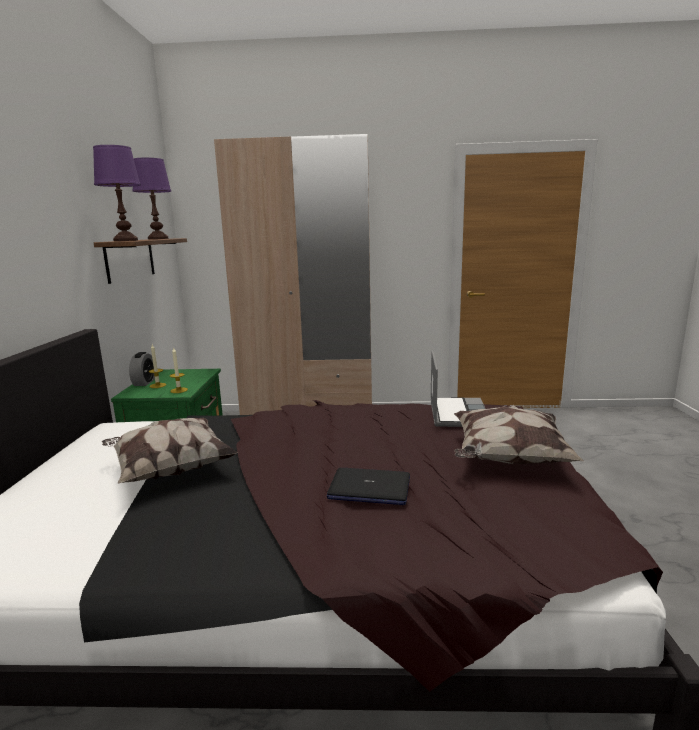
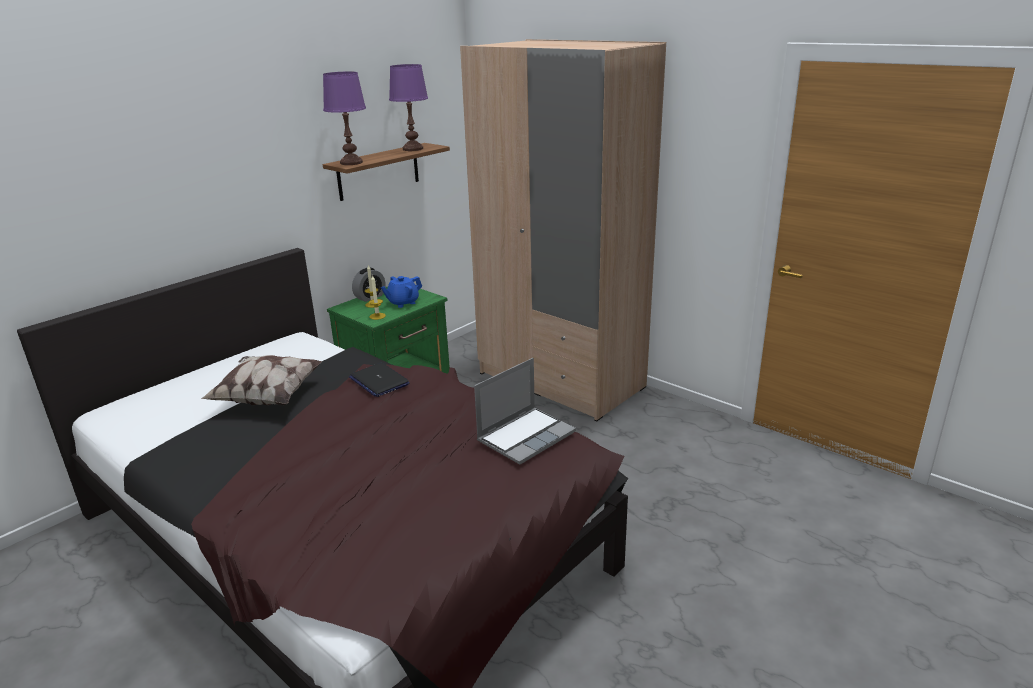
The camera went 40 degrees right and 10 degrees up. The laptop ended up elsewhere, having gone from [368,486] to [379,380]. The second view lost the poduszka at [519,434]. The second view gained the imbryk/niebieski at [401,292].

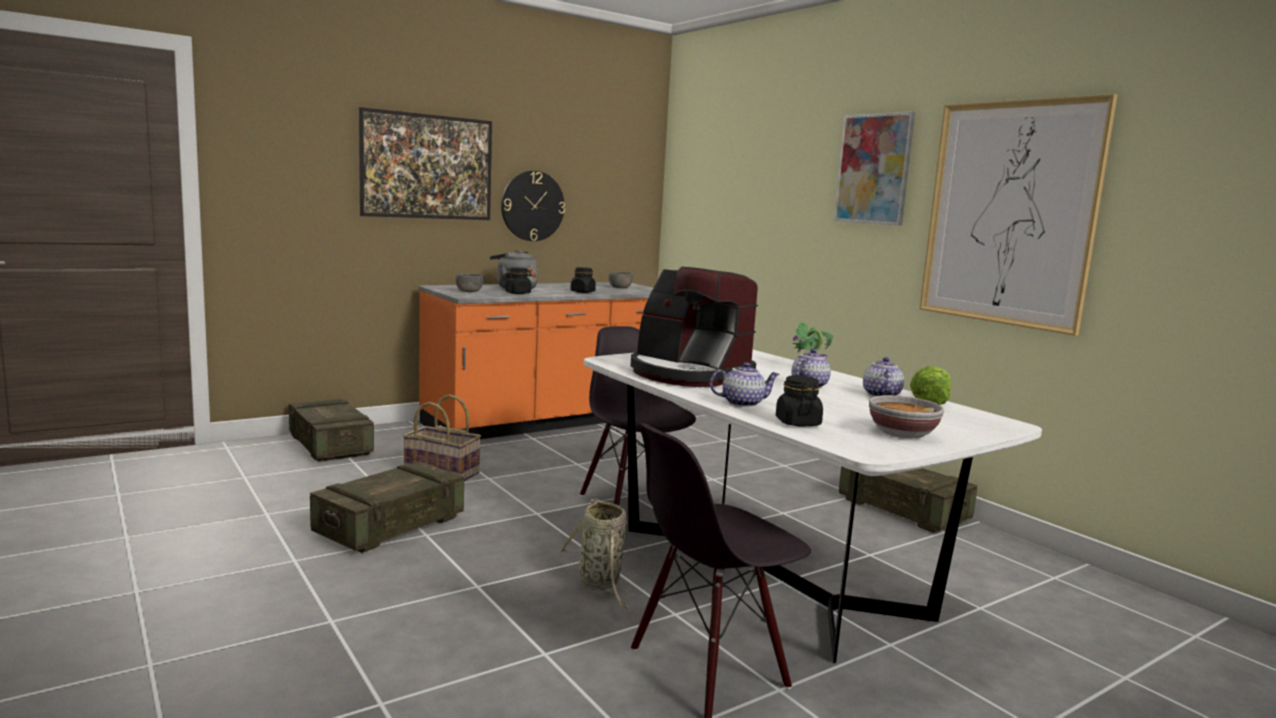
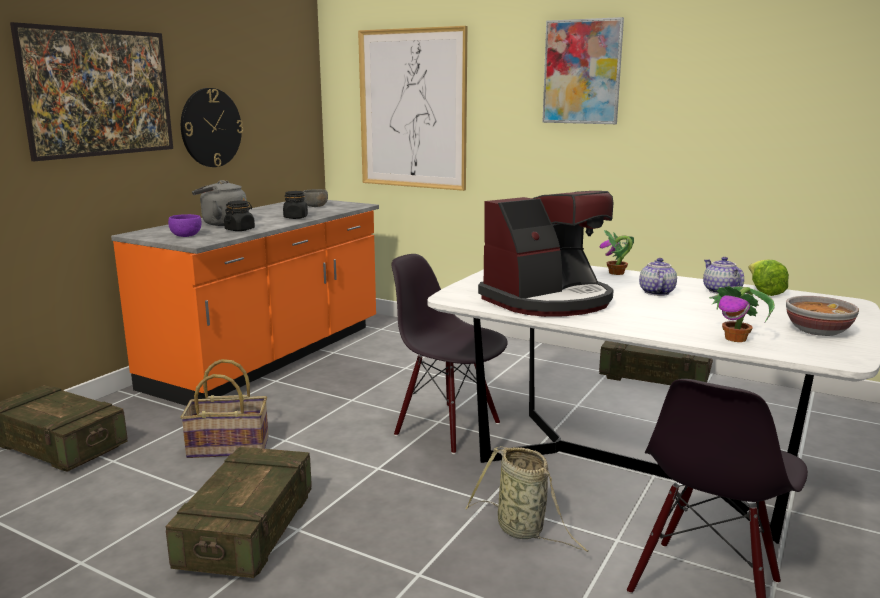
The camera went 25 degrees left and 5 degrees up. What was the miska/szary at [469,282] turned into the miska/fioletowy at [184,225]. The ekspres do kawy at [694,327] ended up facing another way, 45 degrees counterclockwise from before. The second view lost the imbryk at [745,384]. Where the słoik/czarny stood at [799,401], the roślina doniczkowa came to stand at [742,314]. The obraz ended up elsewhere, having gone from [1018,215] to [413,108].

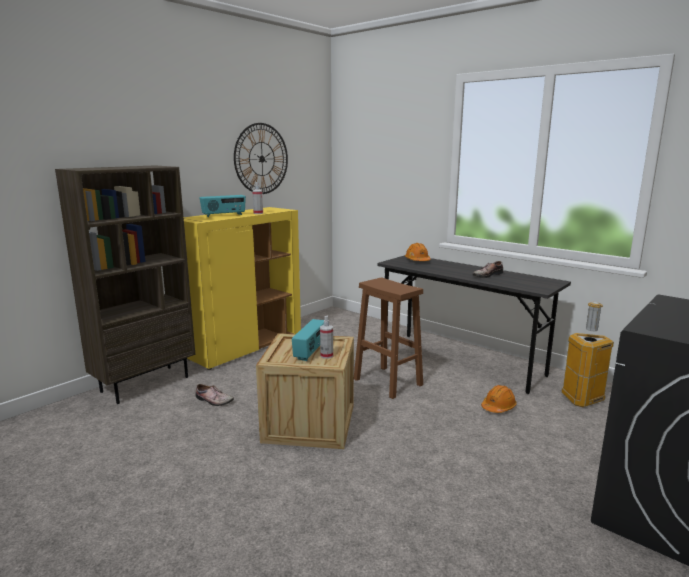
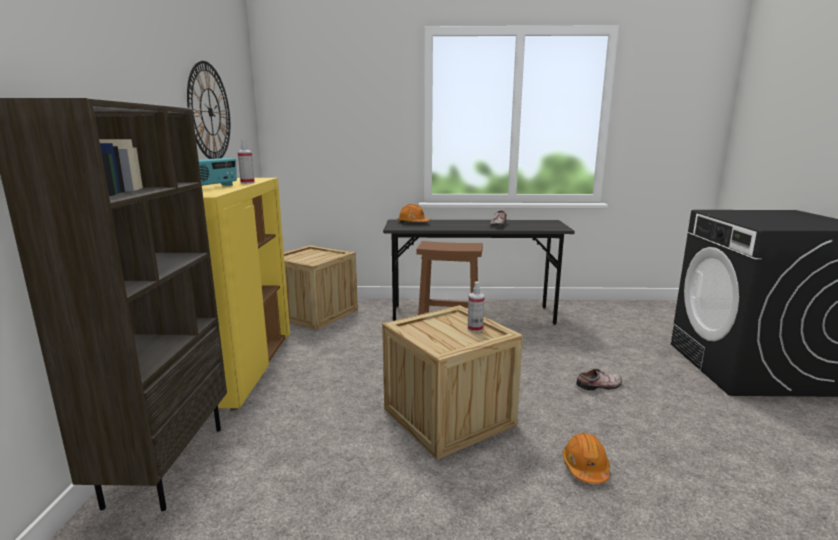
The camera went 40 degrees left and 0 degrees up. The but ended up elsewhere, having gone from [214,395] to [599,379]. The second view lost the radio at [308,340]. The kask/pomarańczowy ended up elsewhere, having gone from [499,399] to [586,458]. The second view lost the kosz na śmieci at [587,354]. The second view gained the skrzynka at [321,287].

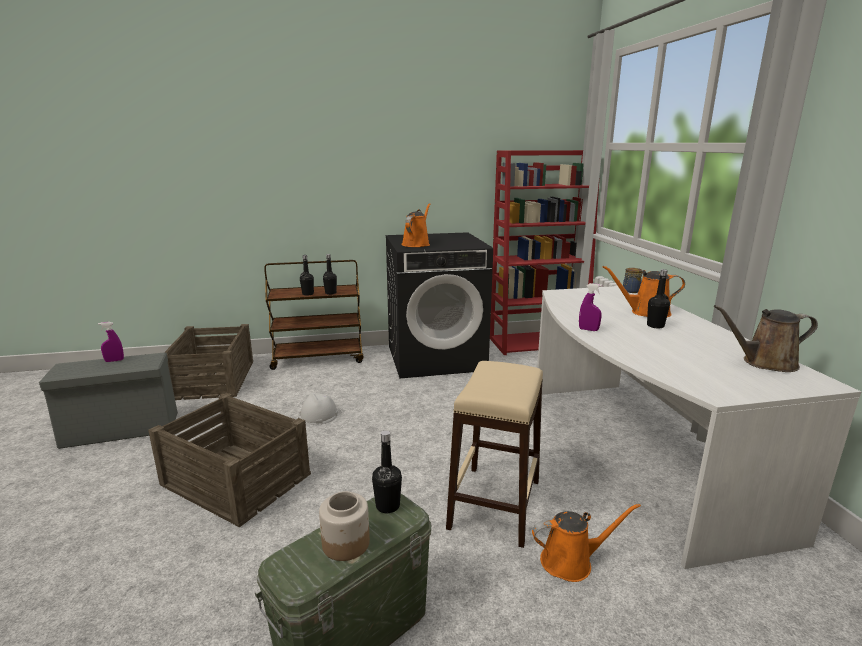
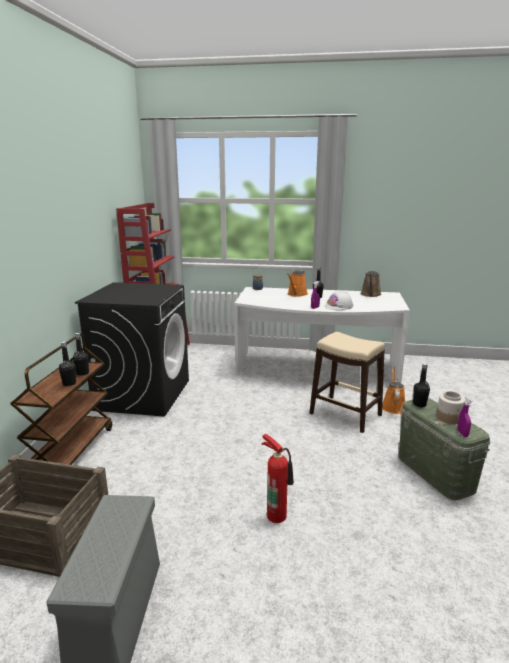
The camera went 70 degrees left and 0 degrees up. The spryskiwacz/fioletowy ended up elsewhere, having gone from [111,342] to [465,416]. Where the skrzynka stood at [229,460], the gaśnica came to stand at [277,478]. The kask/biały ended up elsewhere, having gone from [318,408] to [339,300]. The second view lost the konewka/pomarańczowy at [415,225].

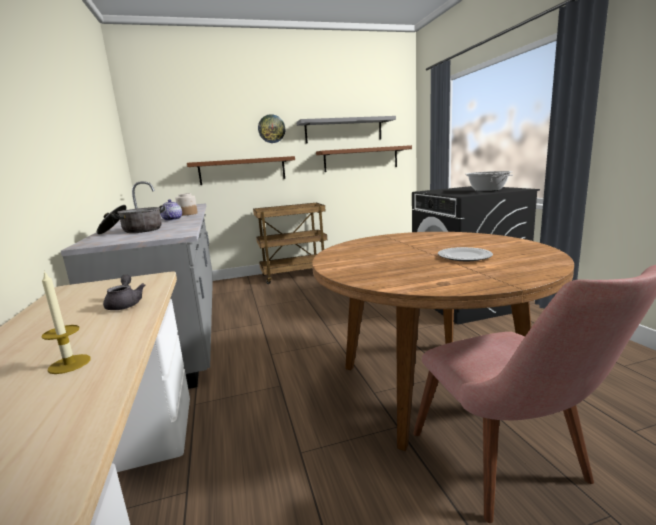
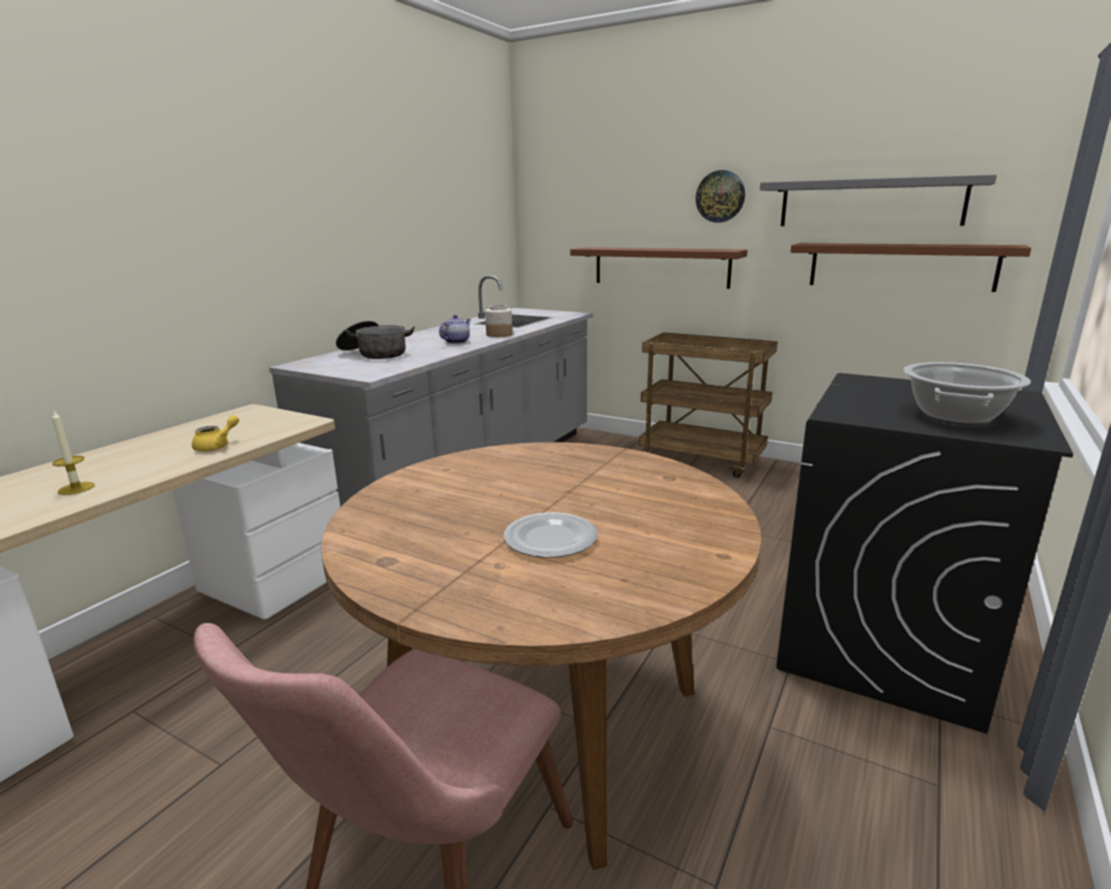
The camera went 45 degrees right and 5 degrees up. What was the imbryk/szary at [124,292] turned into the imbryk/żółty at [215,433].

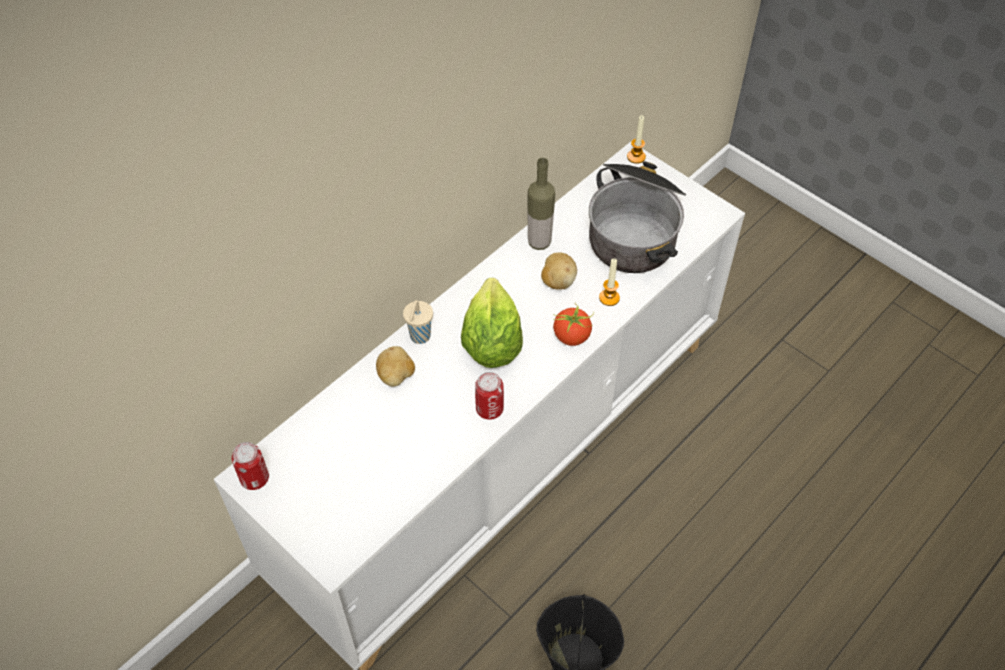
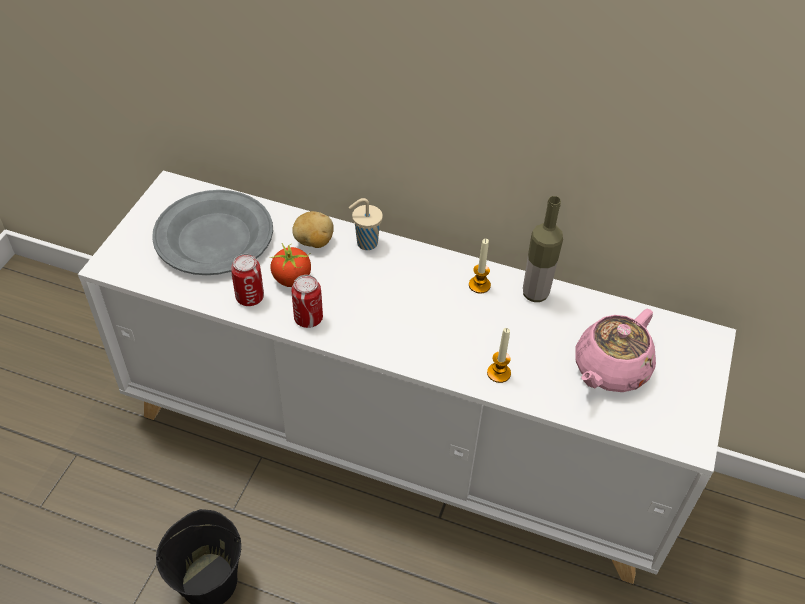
The camera went 65 degrees right and 5 degrees down. The puszka ended up elsewhere, having gone from [250,466] to [247,280]. The second view lost the sałata at [492,323]. The second view lost the ziemniak at [559,271]. The pomidor ended up elsewhere, having gone from [573,324] to [290,265]. Where the garnek stood at [638,217], the imbryk/różowy came to stand at [615,350]. The świeca ended up elsewhere, having gone from [636,139] to [480,266]. The second view gained the talerz/szary at [212,232].

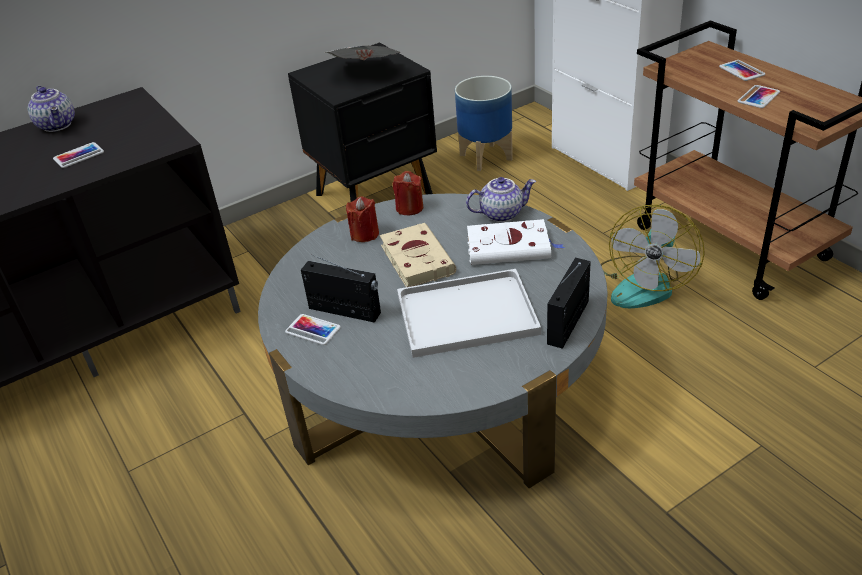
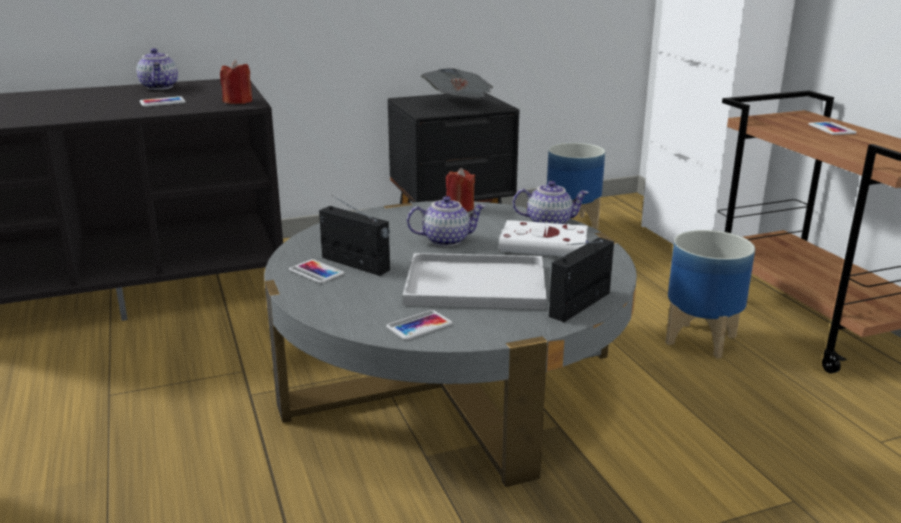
The camera went 10 degrees right and 15 degrees down. The świeca/czerwony ended up elsewhere, having gone from [362,219] to [236,82]. Where the książka/beżowy stood at [418,255], the imbryk came to stand at [446,221]. Where the wentylator stood at [653,256], the donica came to stand at [710,294]. The telefon ended up elsewhere, having gone from [759,96] to [419,325].

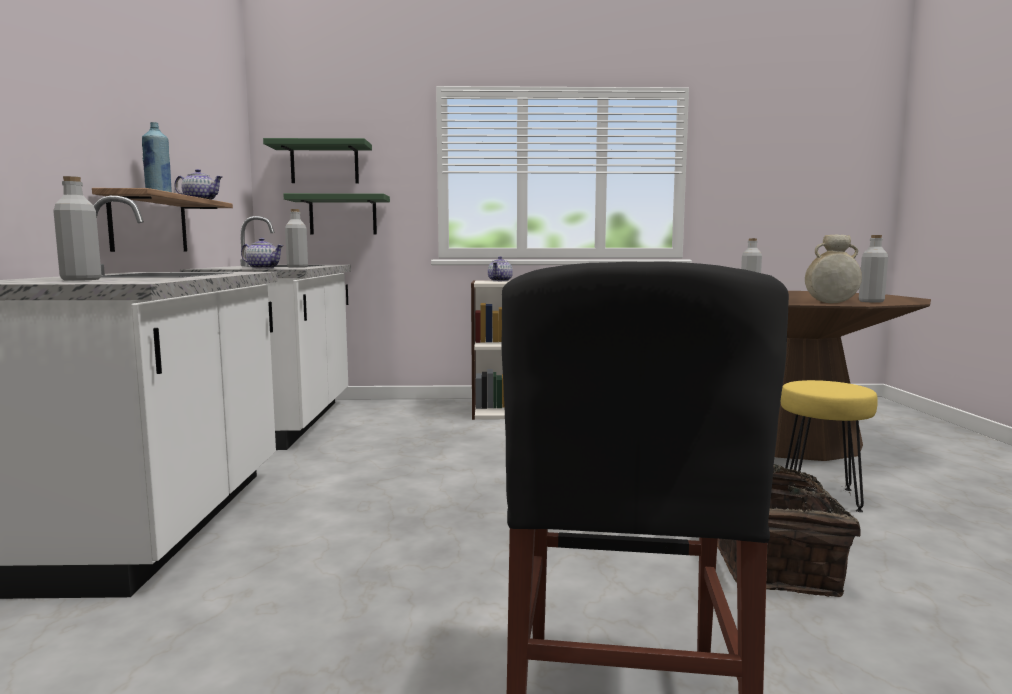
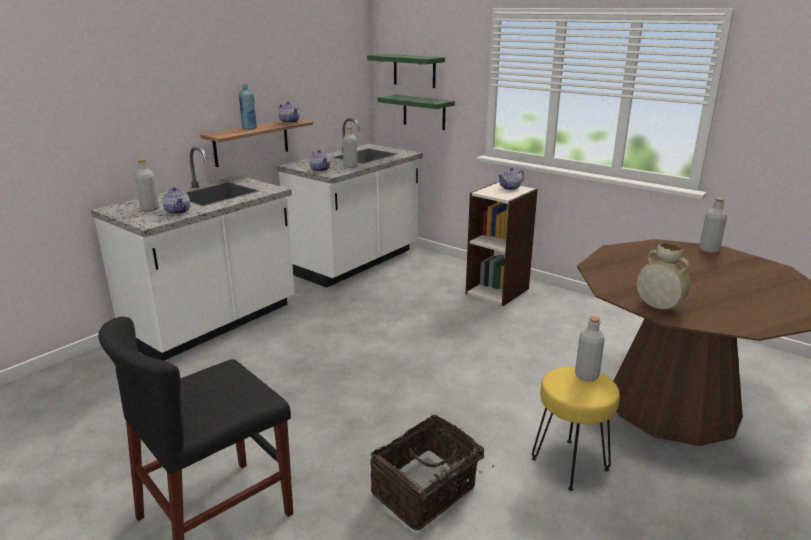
The camera went 40 degrees right and 15 degrees up. The butelka/szary ended up elsewhere, having gone from [873,269] to [590,349]. The second view gained the imbryk at [176,201].

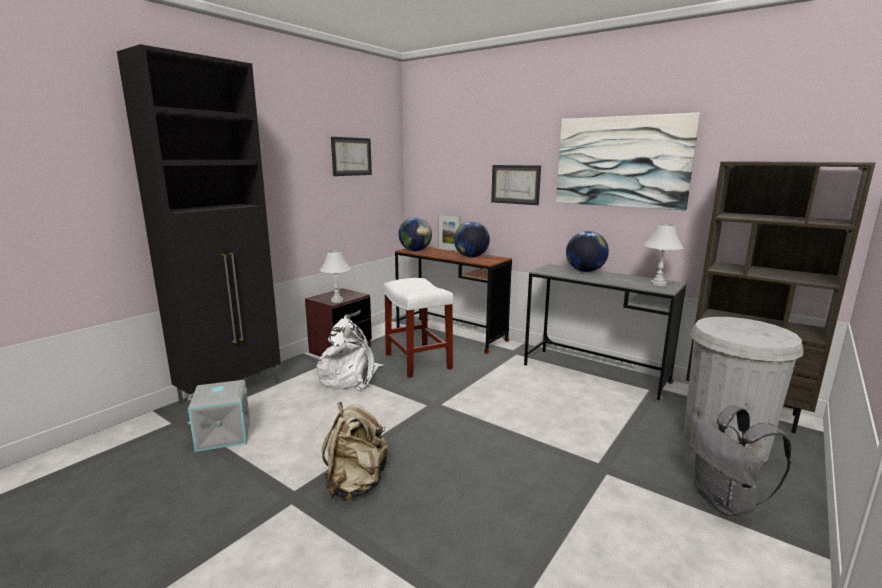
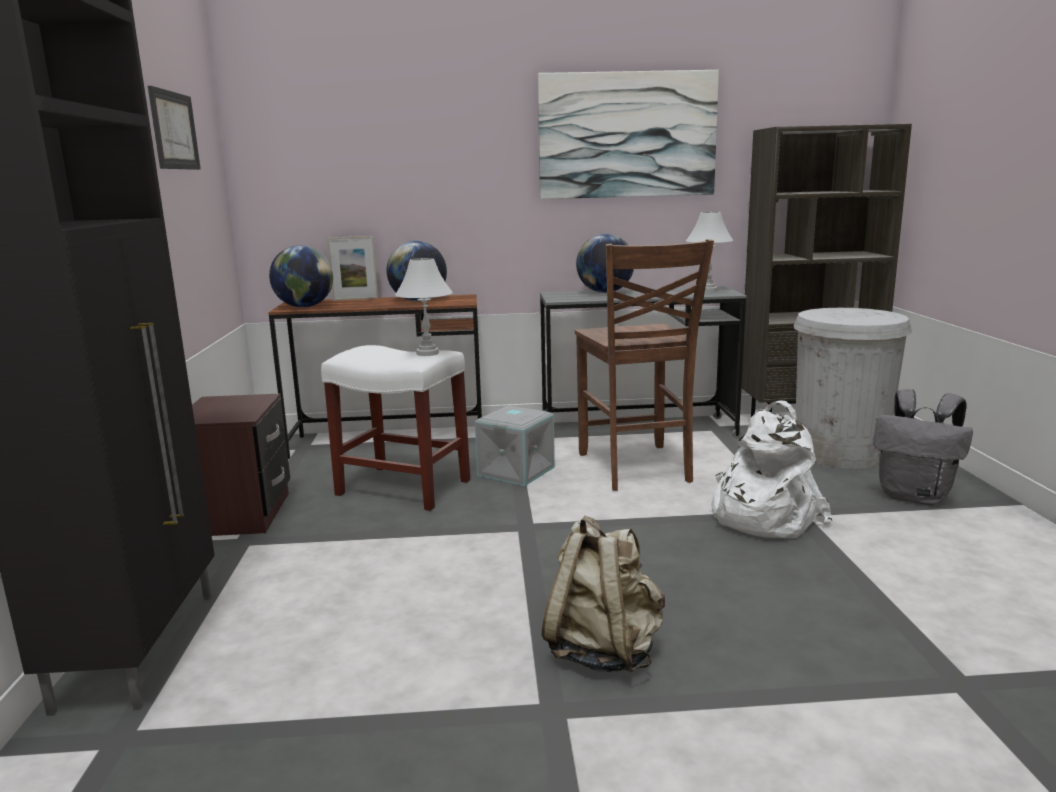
The camera went 40 degrees left and 0 degrees up. The pojemnik do przechowywania/szary ended up elsewhere, having gone from [219,416] to [515,445]. The plecak/biały ended up elsewhere, having gone from [350,353] to [771,469]. The lampa stołowa/biały ended up elsewhere, having gone from [335,276] to [424,307]. The second view lost the obraz at [516,185]. The second view gained the krzesło/brązowy at [644,365].

